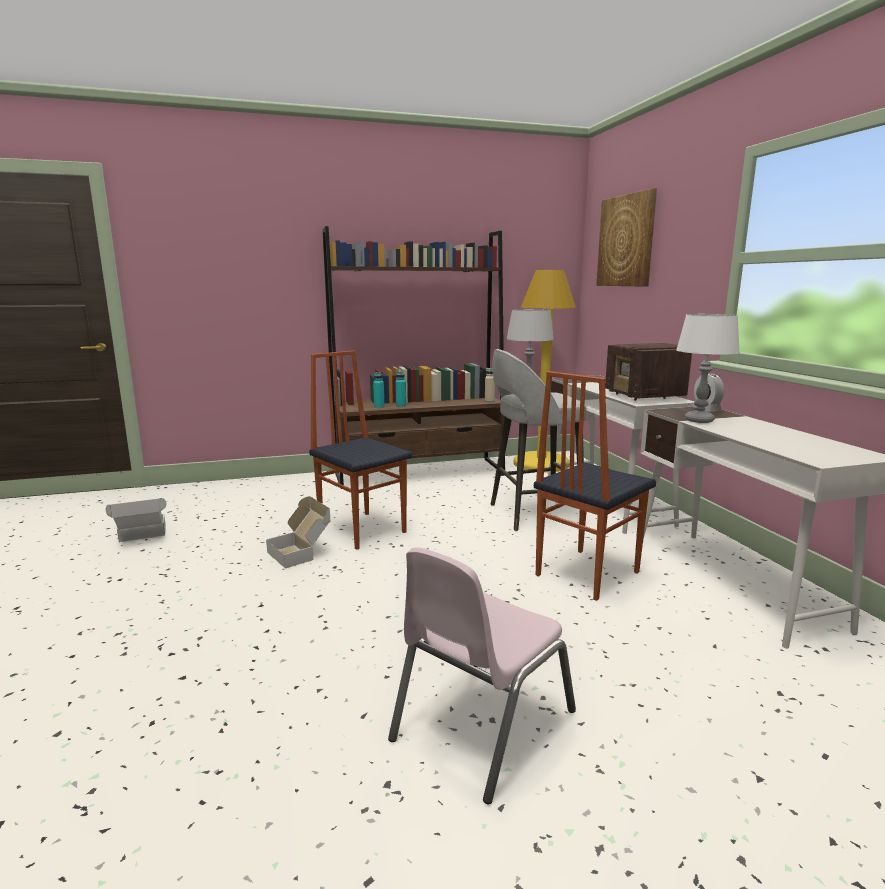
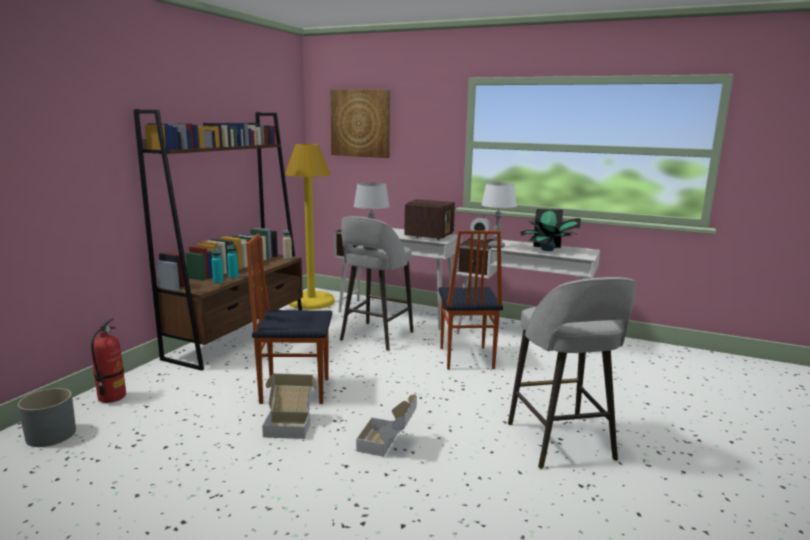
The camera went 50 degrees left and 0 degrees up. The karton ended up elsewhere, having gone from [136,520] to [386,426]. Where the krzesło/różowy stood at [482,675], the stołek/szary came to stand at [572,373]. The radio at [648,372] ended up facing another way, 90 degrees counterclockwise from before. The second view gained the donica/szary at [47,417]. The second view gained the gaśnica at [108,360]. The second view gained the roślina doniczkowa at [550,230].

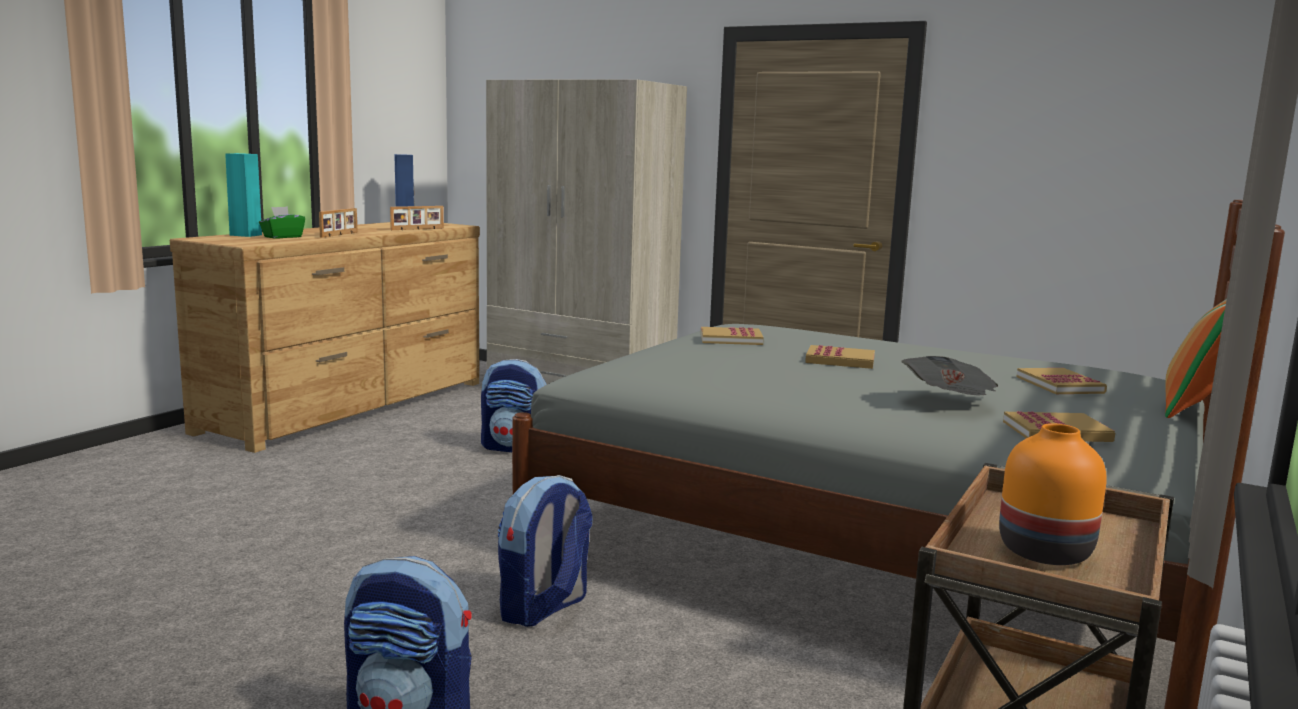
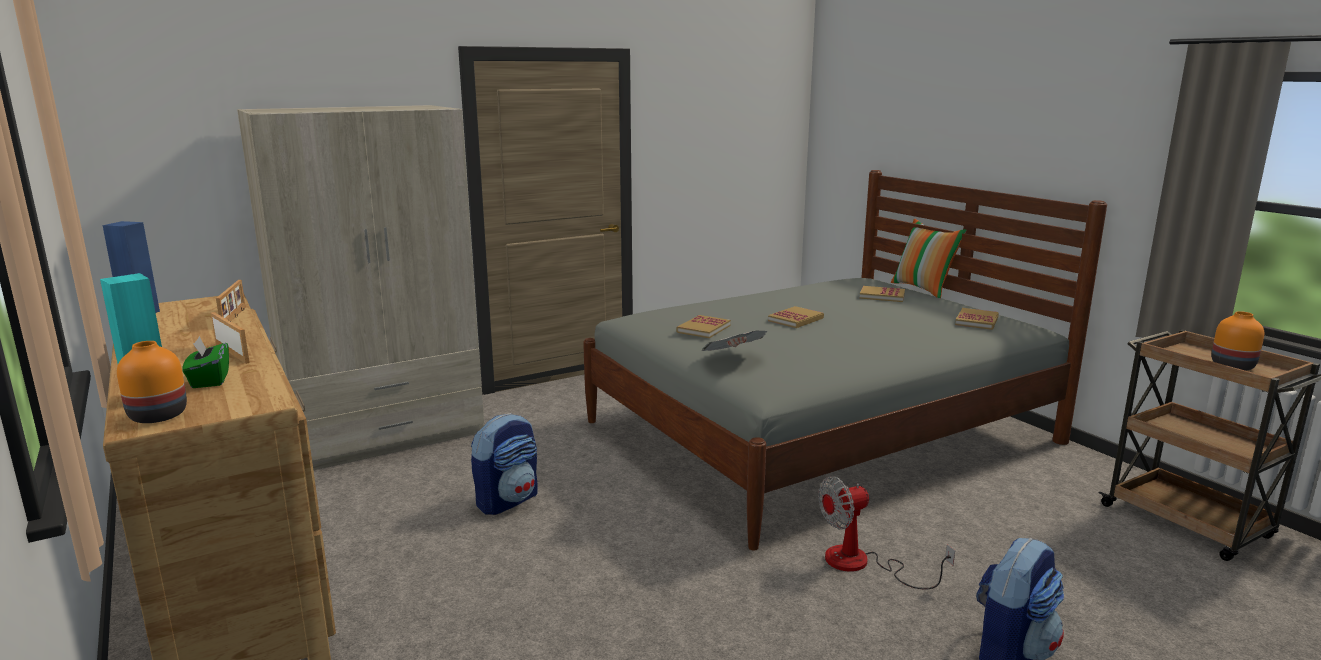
The camera went 60 degrees left and 5 degrees up. Where the plecak stood at [545,551], the wentylator came to stand at [886,532]. The gazeta ended up elsewhere, having gone from [950,375] to [734,340]. The second view gained the wazon/pomarańczowy at [152,382].

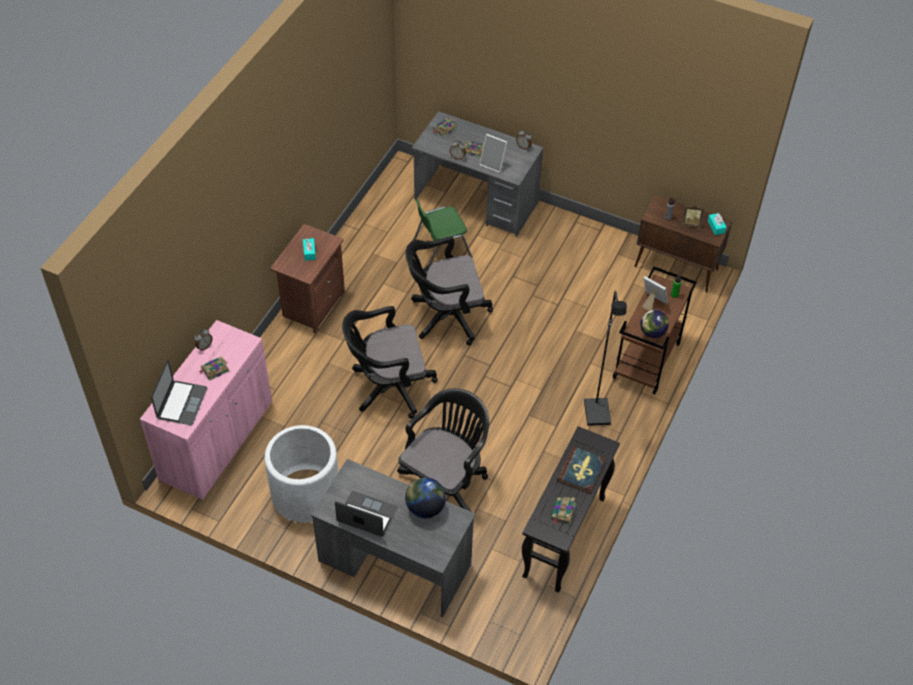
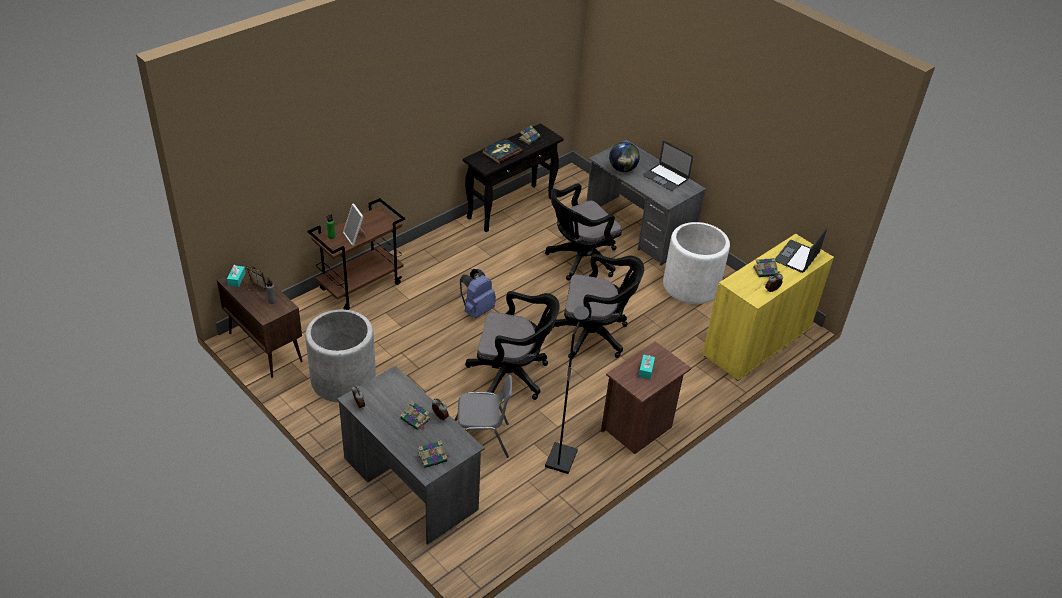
The camera went 160 degrees left and 10 degrees down. What was the szafka/różowy at [206,410] turned into the szafka/żółty at [768,307]. What was the krzesło/zielony at [443,231] turned into the krzesło/szary at [483,416]. The second view lost the ramka na zdjęcie at [493,153]. The lampa stojąca/czarny ended up elsewhere, having gone from [605,358] to [567,390]. The second view lost the globus at [654,326]. The second view gained the donica/szary at [340,355]. The second view gained the plecak/niebieski at [478,293].

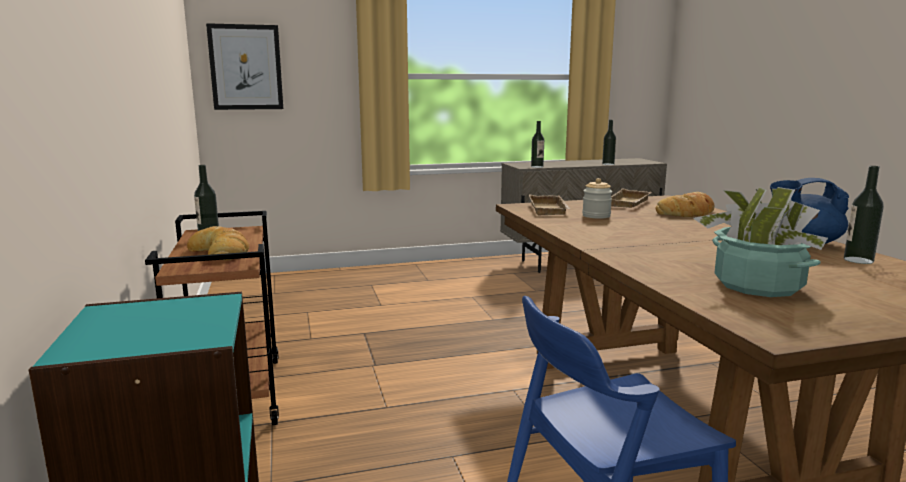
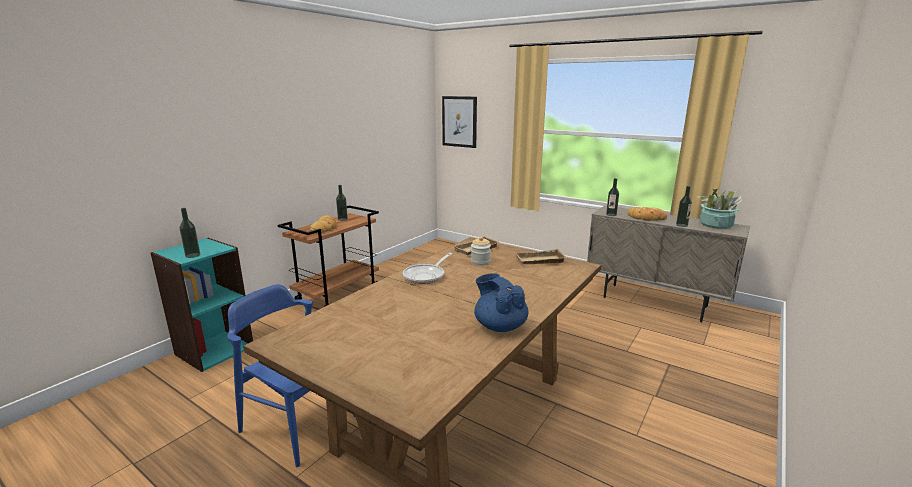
The camera went 50 degrees right and 5 degrees up. The chleb ended up elsewhere, having gone from [684,204] to [647,214]. The roślina doniczkowa ended up elsewhere, having gone from [760,242] to [719,208]. The butelka ended up elsewhere, having gone from [864,215] to [190,233]. The second view gained the patelnia at [427,268].

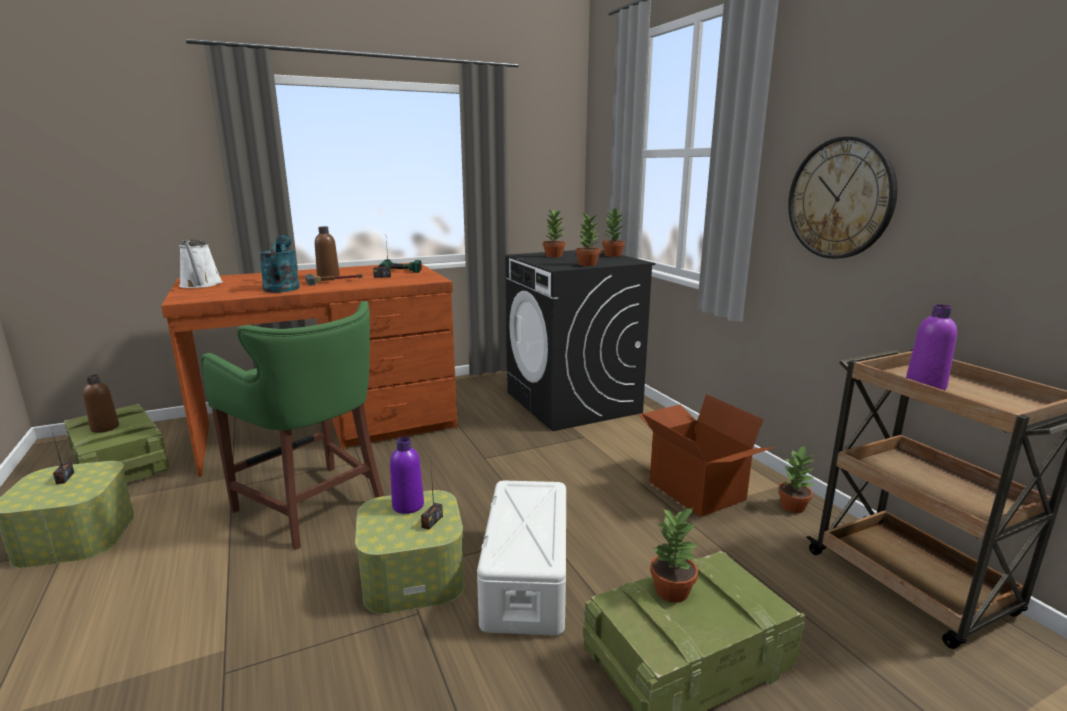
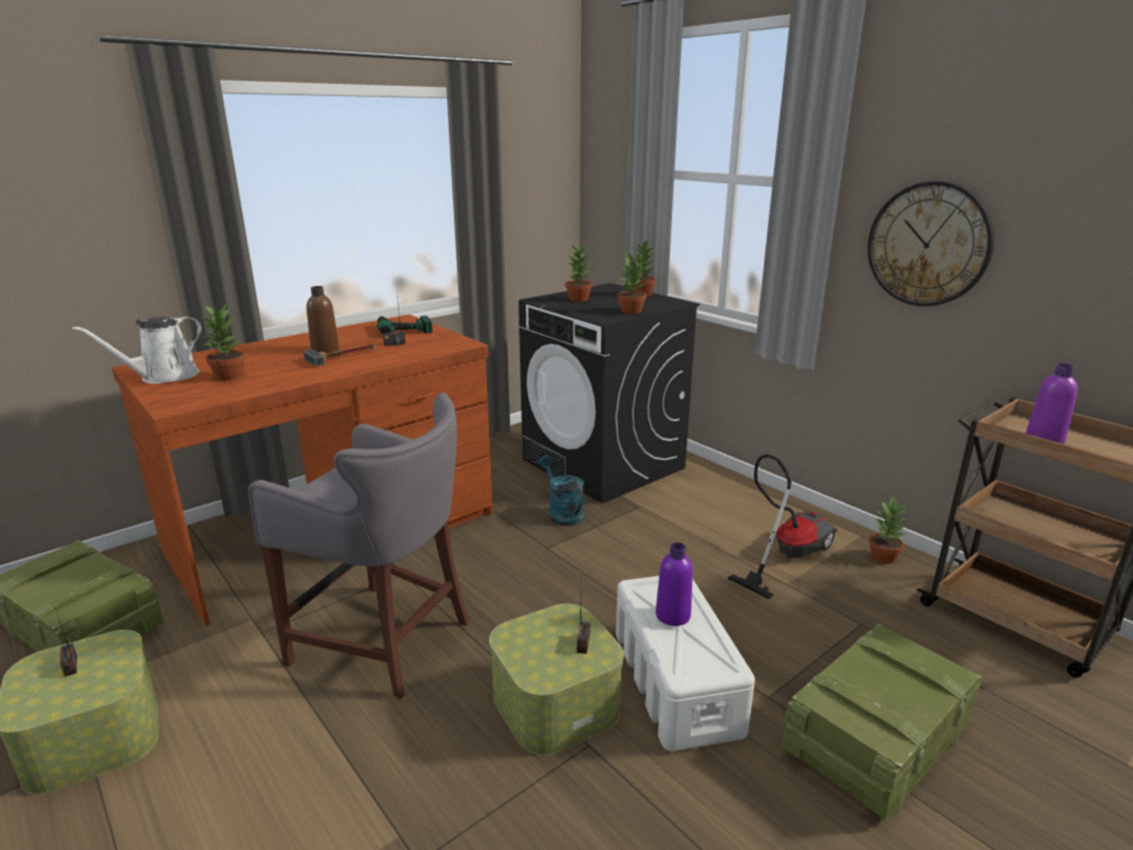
The camera went 15 degrees left and 5 degrees up. The second view lost the butelka/brązowy at [101,404]. The konewka/biały at [201,263] ended up facing another way, 75 degrees clockwise from before. What was the stołek/zielony at [292,425] turned into the stołek/szary at [358,546]. The konewka/turkusowy ended up elsewhere, having gone from [279,264] to [561,490]. The butelka/fioletowy ended up elsewhere, having gone from [407,475] to [674,584]. Where the karton stood at [707,455], the odkurzacz came to stand at [782,526]. The roślina doniczkowa ended up elsewhere, having gone from [674,555] to [224,342].

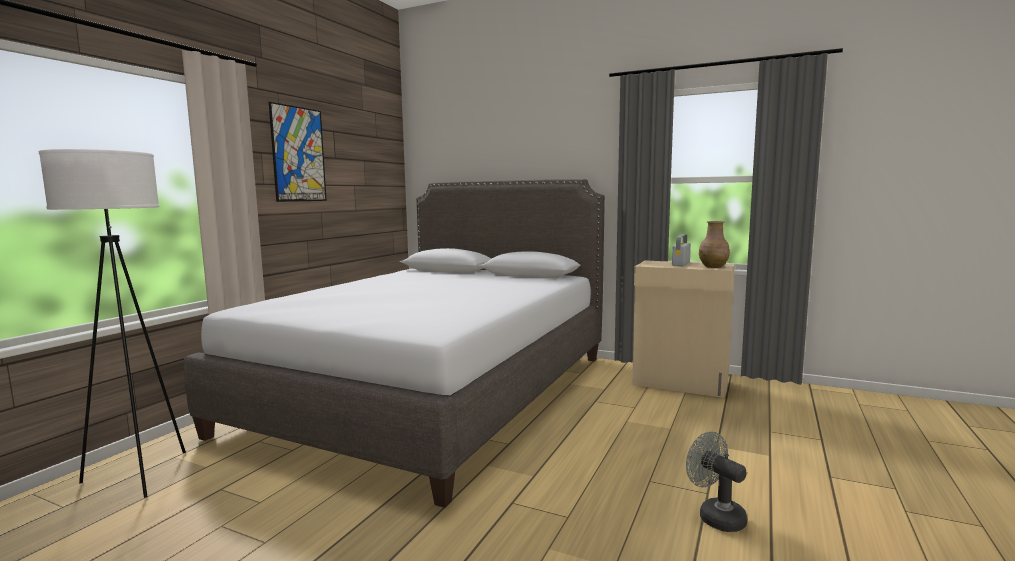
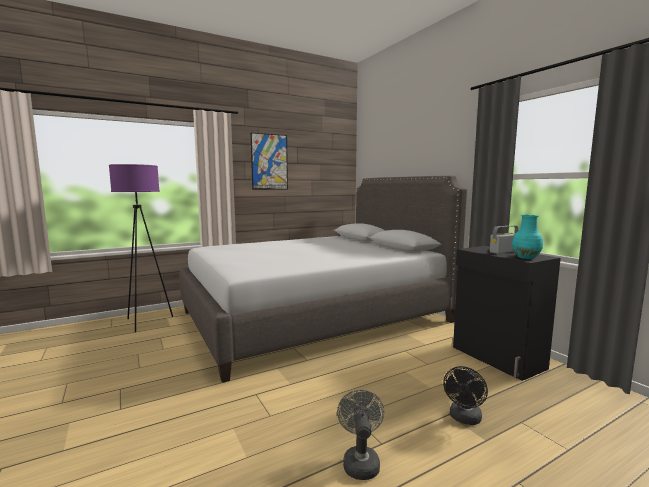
The camera went 35 degrees right and 0 degrees up. What was the lampa stojąca/biały at [112,323] turned into the lampa stojąca/fioletowy at [141,248]. What was the szafka/beżowy at [683,329] turned into the szafka/czarny at [507,313]. What was the wazon/brązowy at [714,244] turned into the wazon/turkusowy at [527,237]. The second view gained the wentylator/czarny at [465,395].

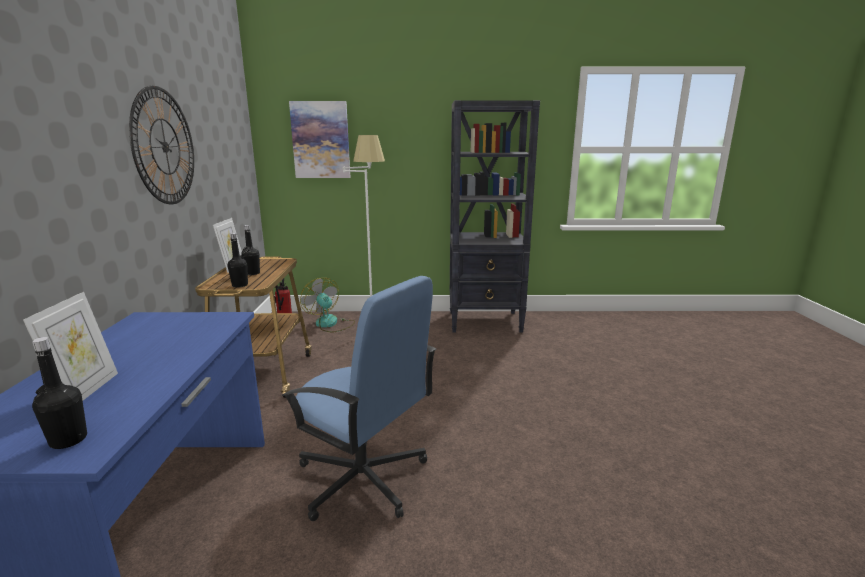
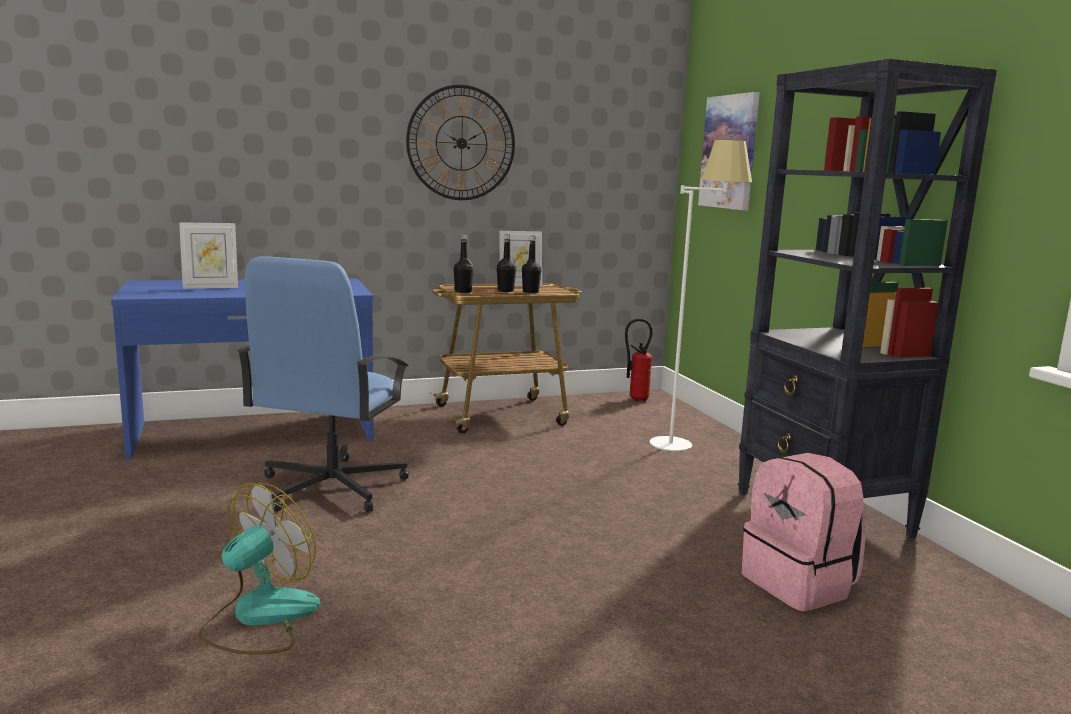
The camera went 70 degrees right and 5 degrees down. The butelka/czarny ended up elsewhere, having gone from [59,393] to [531,264]. The wentylator ended up elsewhere, having gone from [327,305] to [259,568]. The second view gained the plecak/różowy at [803,532].

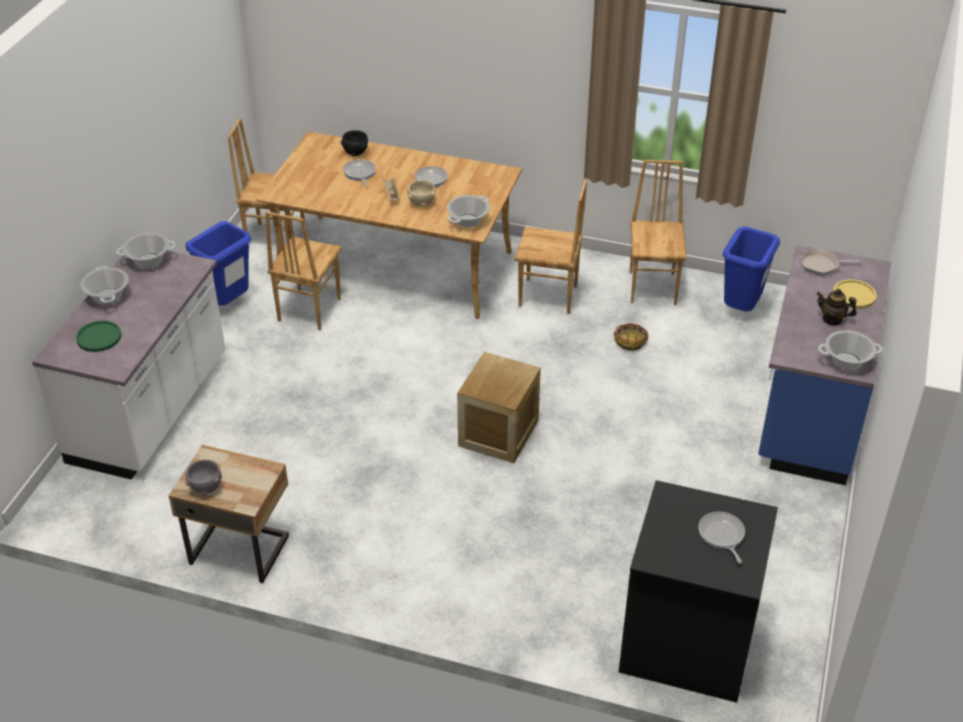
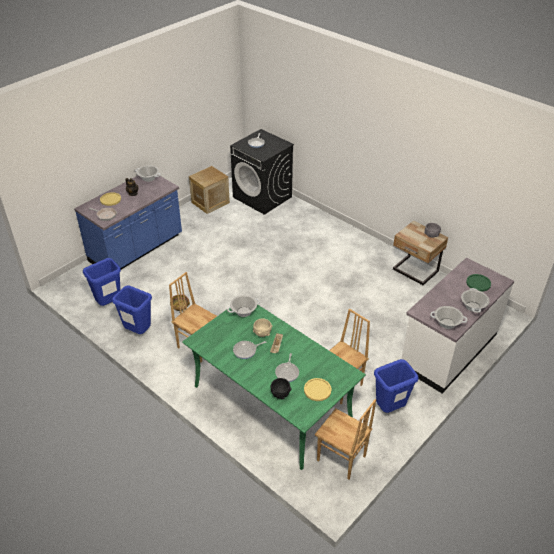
The camera went 155 degrees left and 0 degrees up. What was the stół jadalny/beżowy at [389,225] turned into the stół jadalny/zielony at [274,387]. The skrzynka ended up elsewhere, having gone from [499,407] to [209,190]. Where the krzesło/brązowy stood at [658,232], the kosz na śmieci/niebieski came to stand at [132,309]. The second view gained the talerz/żółty at [317,389].

